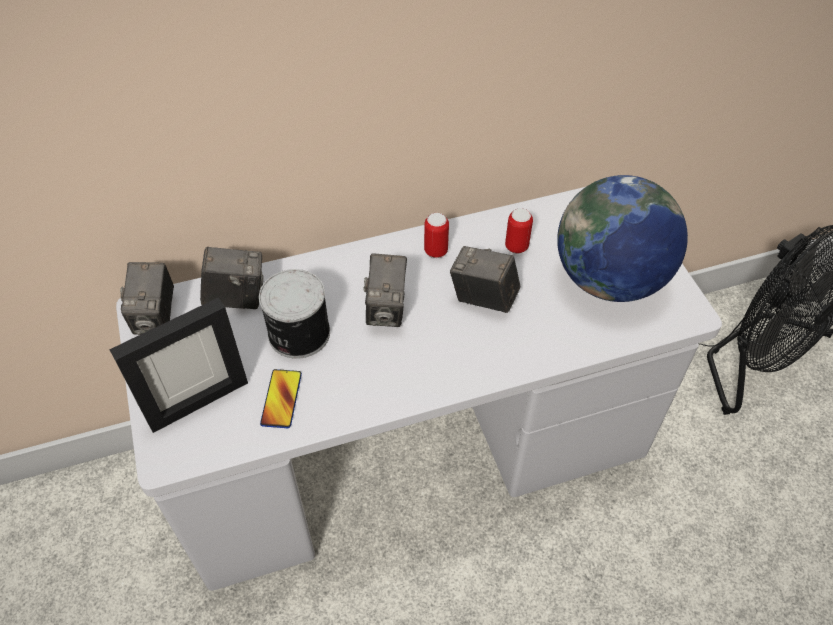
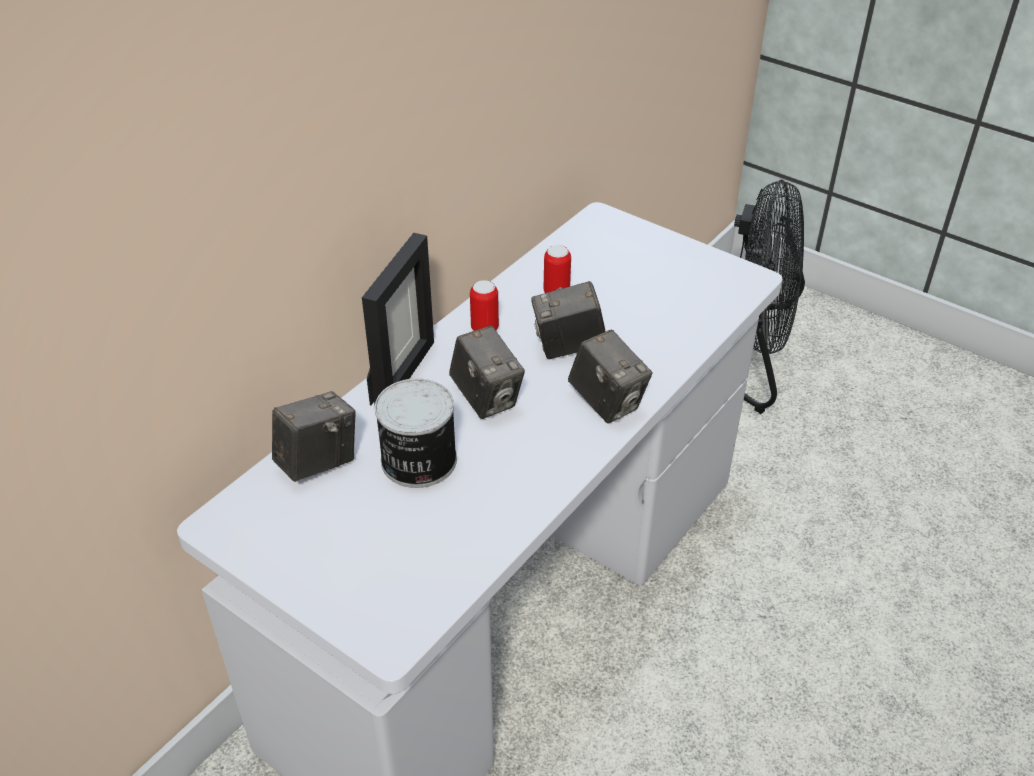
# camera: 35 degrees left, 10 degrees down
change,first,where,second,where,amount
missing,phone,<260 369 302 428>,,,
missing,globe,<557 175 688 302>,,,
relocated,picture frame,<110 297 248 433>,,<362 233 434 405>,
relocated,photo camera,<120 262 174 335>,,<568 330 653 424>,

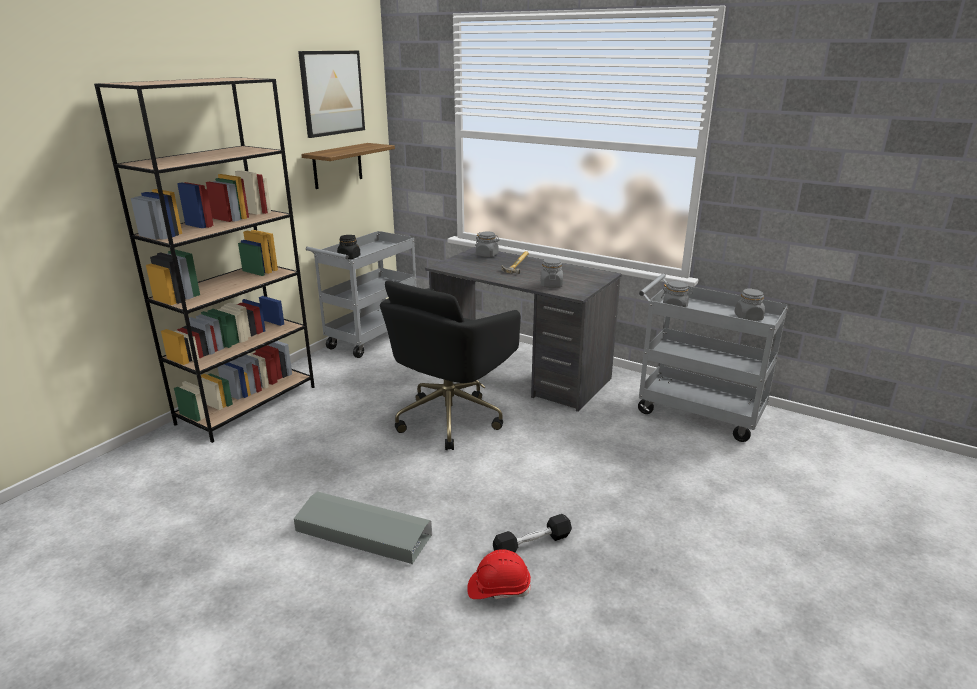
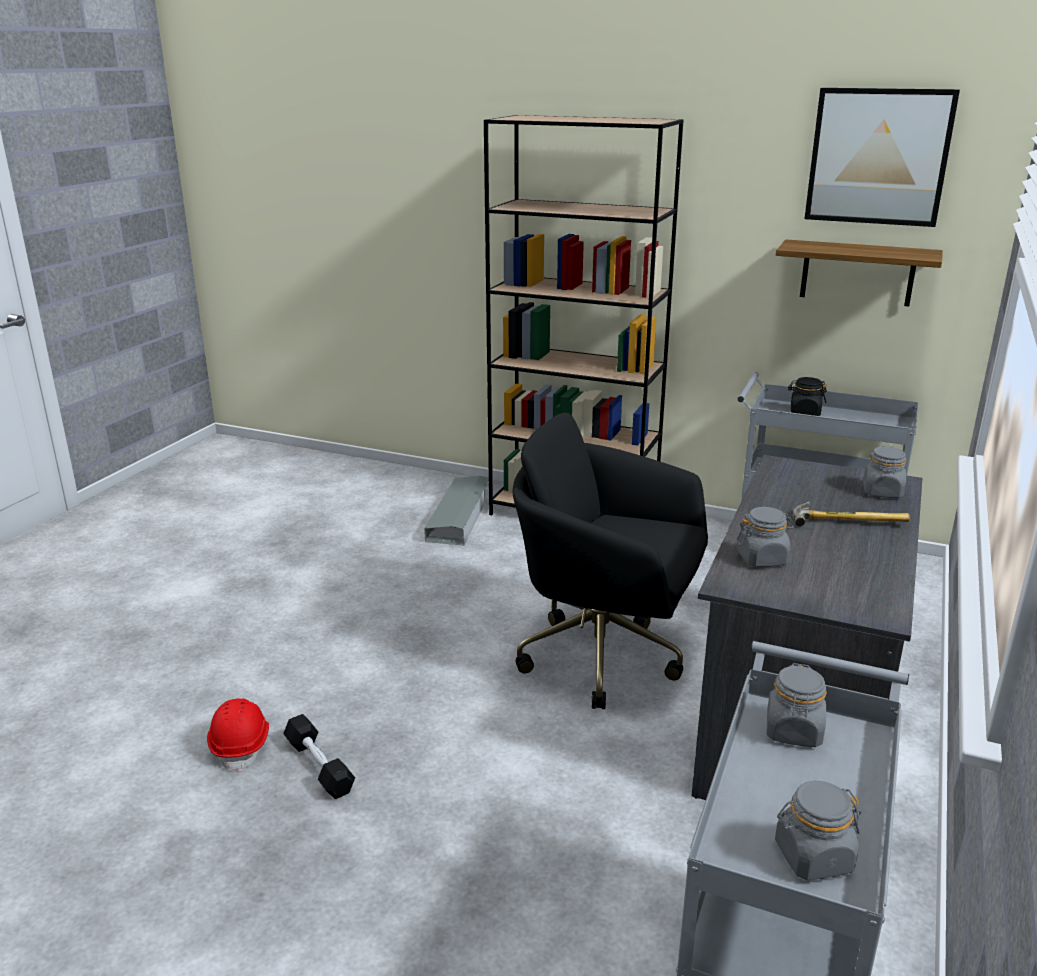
# camera: 80 degrees right, 0 degrees up
change,first,where,second,where,amount
relocated,grey storage box,<294 491 432 564>,,<424 476 489 545>,

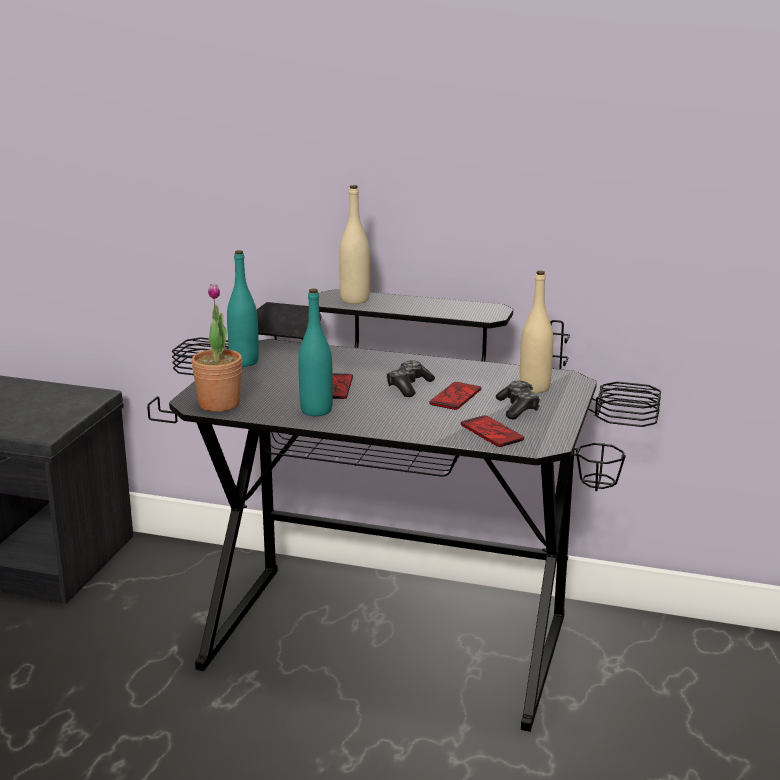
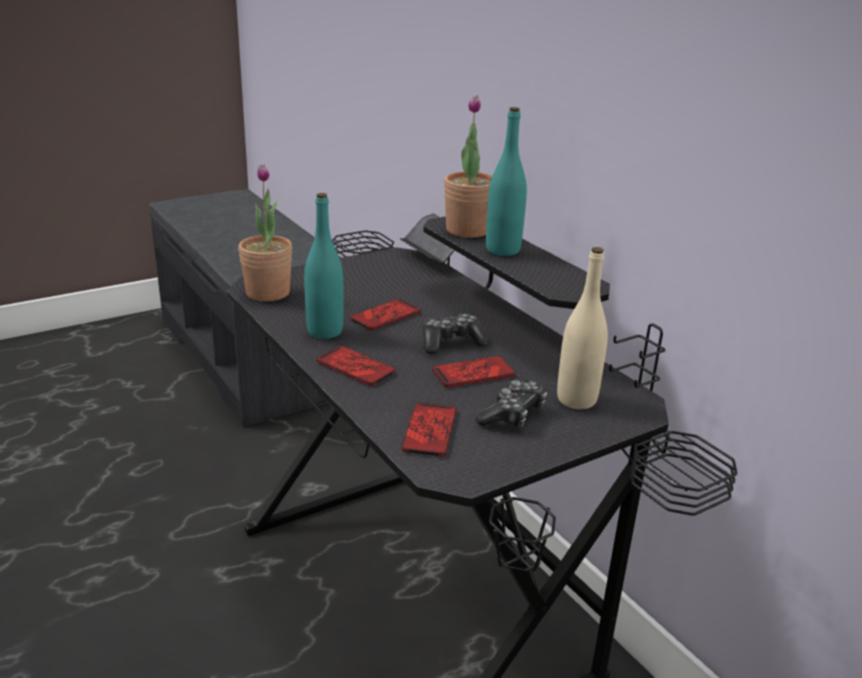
# camera: 40 degrees right, 5 degrees up
change,first,where,second,where,amount
appeared,,,phone,<316 346 396 386>,
relocated,turquoise bottle,<227 250 259 367>,,<486 107 527 256>,
exchanged,beige bottle,<339 185 370 304>,potted plant,<444 95 492 238>,

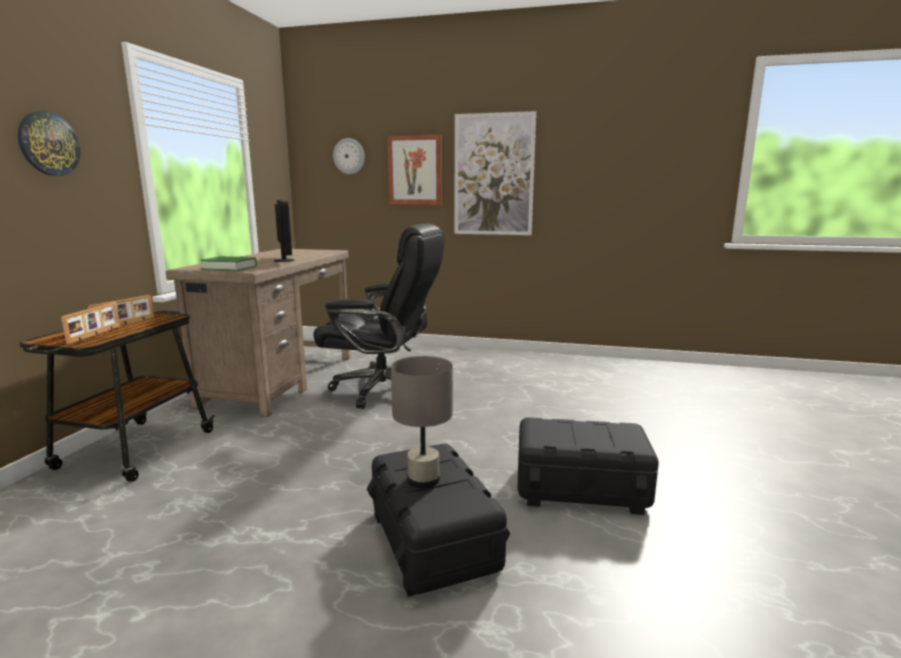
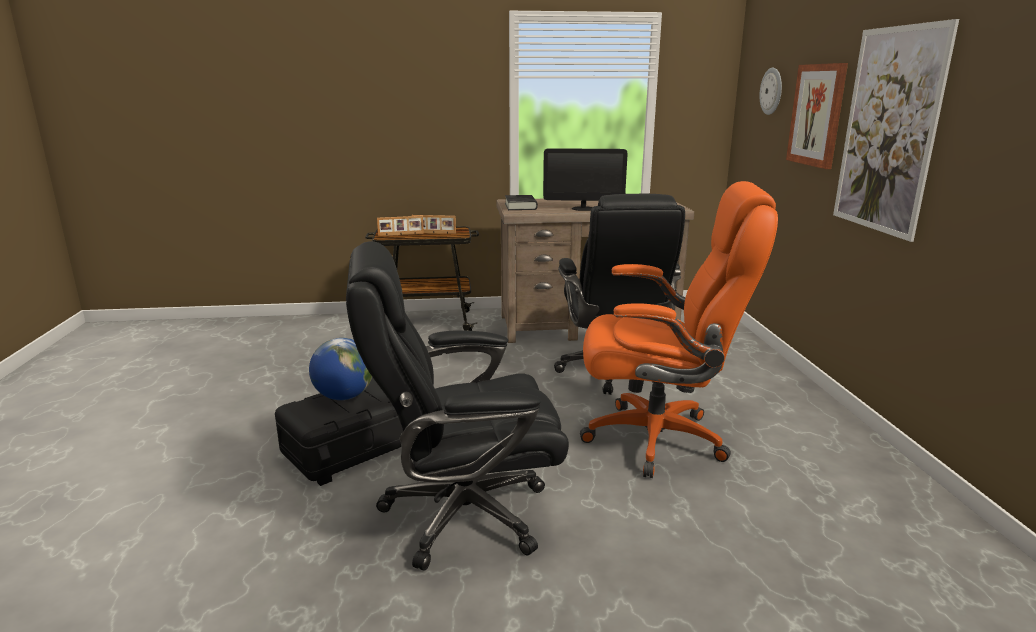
# camera: 70 degrees right, 5 degrees up
change,first,where,second,where,amount
missing,wall clock,<18 111 80 176>,,,
appeared,,,orange office chair,<580 181 778 478>,
exchanged,grey table lamp,<391 356 453 488>,globe,<309 338 372 400>,
exchanged,black storage box,<518 417 659 515>,black office chair,<346 241 569 571>,
colour,green book,<200 256 257 271>,black book,<505 195 538 210>,
spun,monitor,<274 200 295 262>,,<543 148 628 211>,45 degrees clockwise

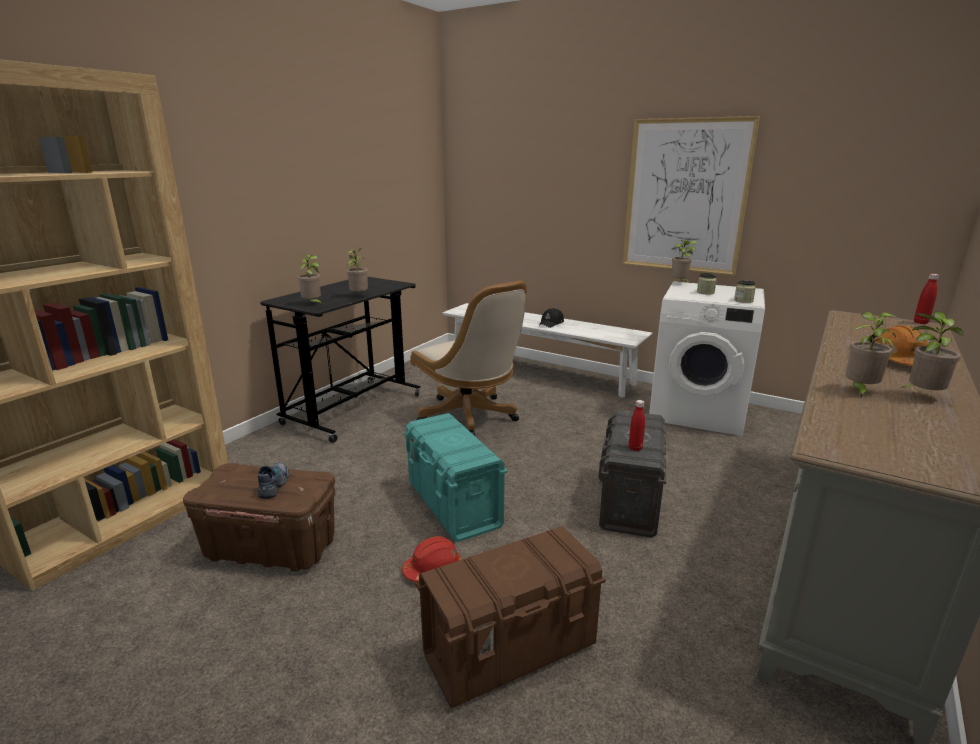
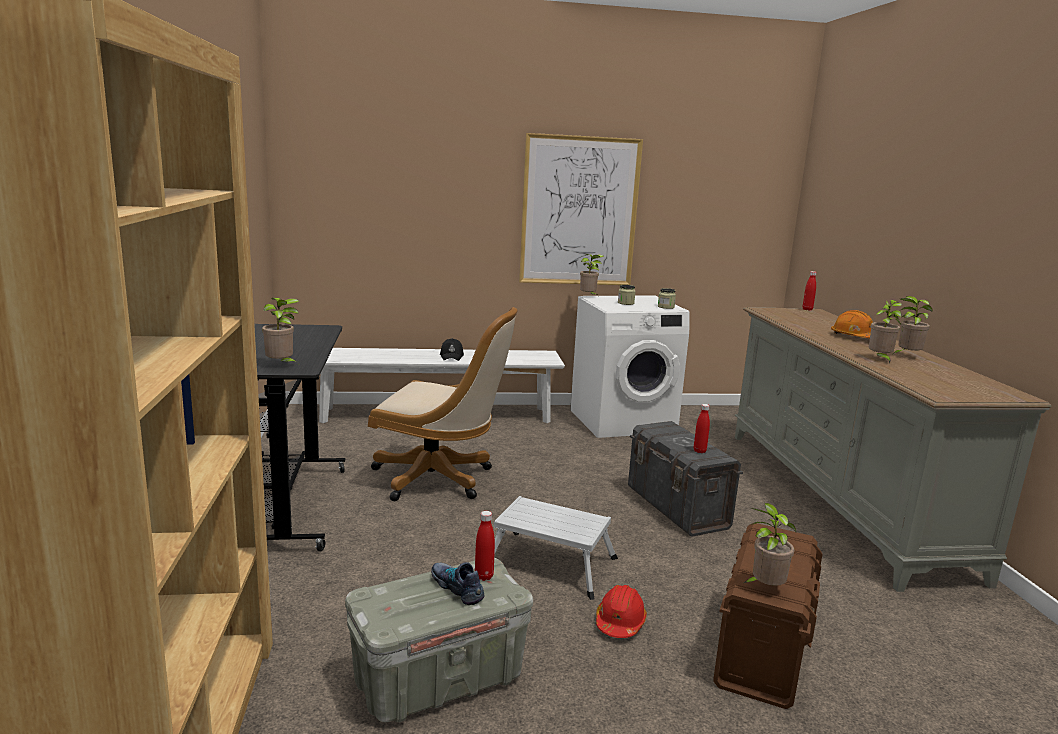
# camera: 40 degrees left, 5 degrees down
change,first,where,second,where,amount
appeared,,,red bottle,<475 511 495 581>,
relocated,potted plant,<346 248 368 293>,,<744 503 796 586>,
exchanged,turquoise storage box,<404 413 508 542>,white step ladder,<494 496 618 600>,
colour,brown storage box,<183 463 335 572>,grey storage box,<345 558 533 722>,

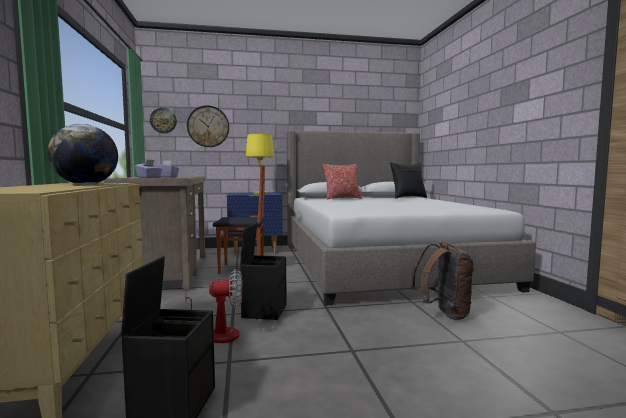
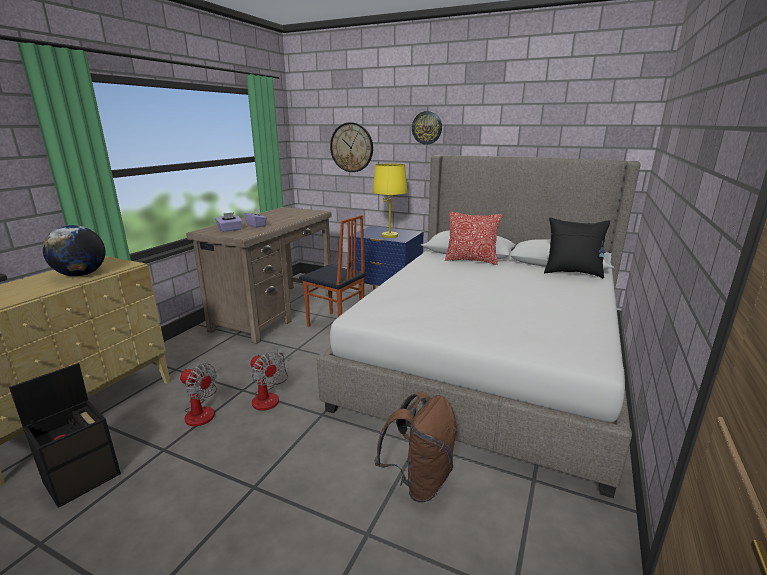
# camera: 35 degrees right, 15 degrees up
change,first,where,second,where,amount
relocated,wall clock,<150 108 177 134>,,<412 111 442 145>,
exchanged,black storage box,<240 223 287 320>,fan,<250 347 288 411>,

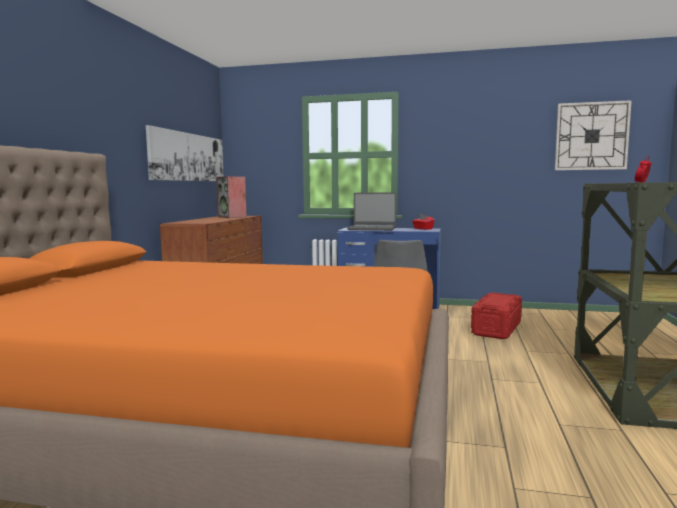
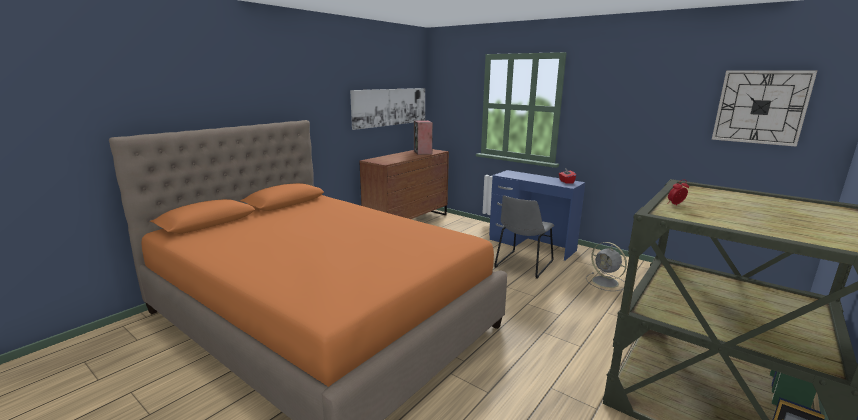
# camera: 25 degrees right, 10 degrees up
change,first,where,second,where,amount
missing,laptop,<348 192 397 231>,,,
exchanged,red storage box,<471 293 522 339>,grey fan,<586 242 627 291>,

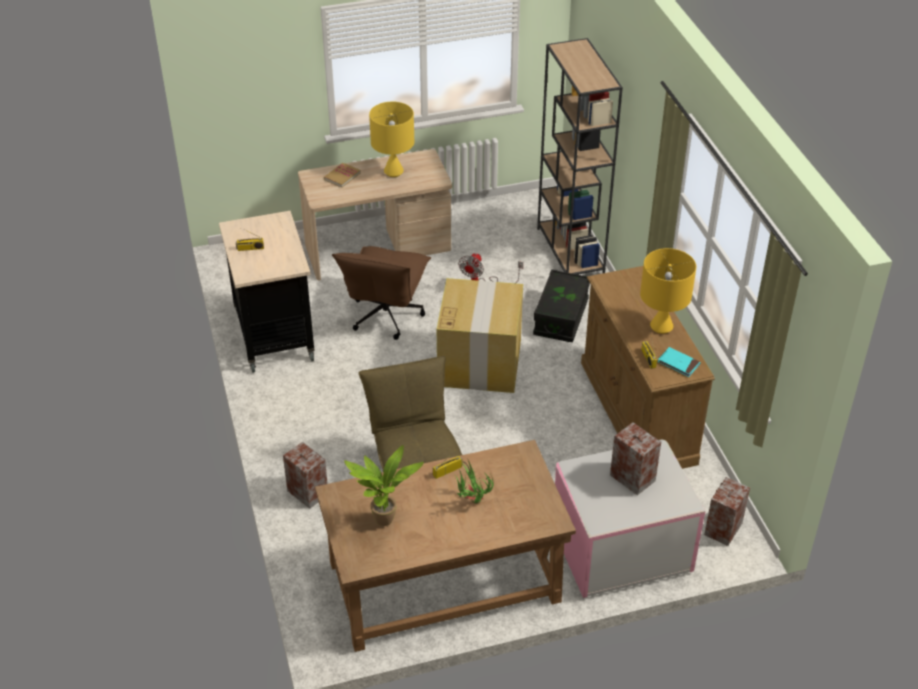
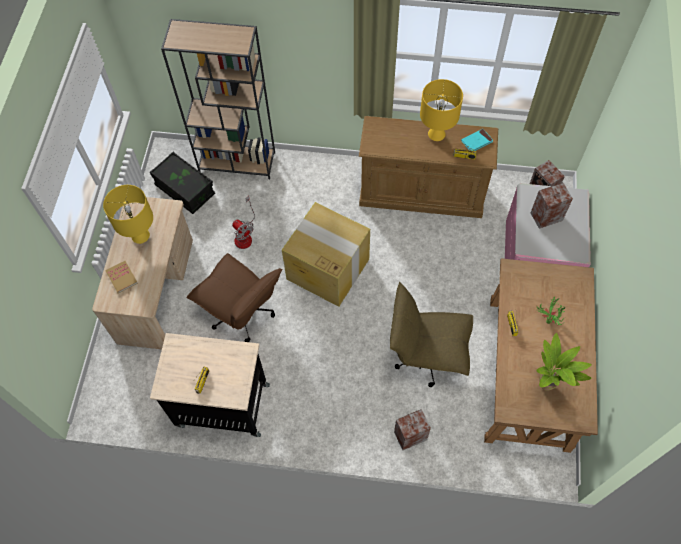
# camera: 65 degrees left, 20 degrees up
change,first,where,second,where,amount
relocated,black storage box,<533 269 590 342>,,<150 152 215 214>,

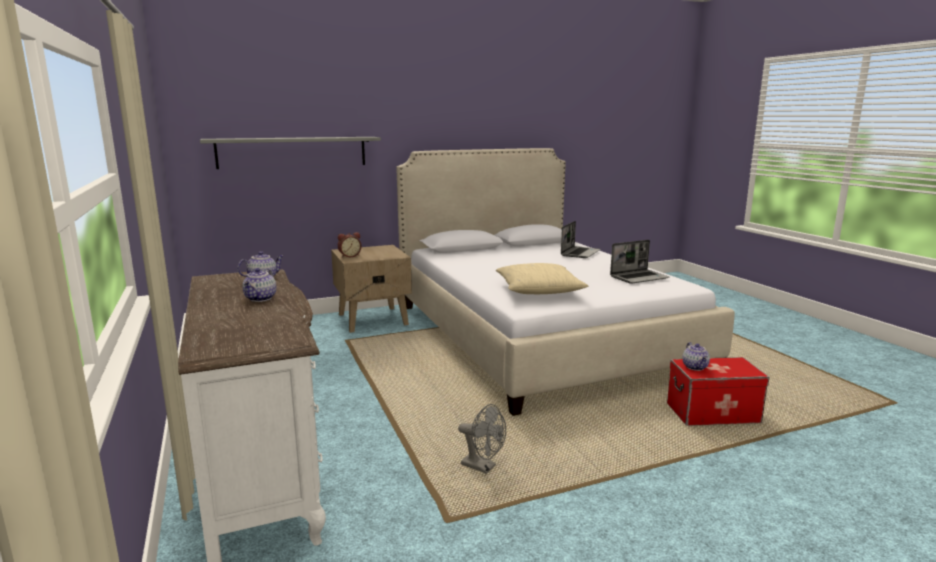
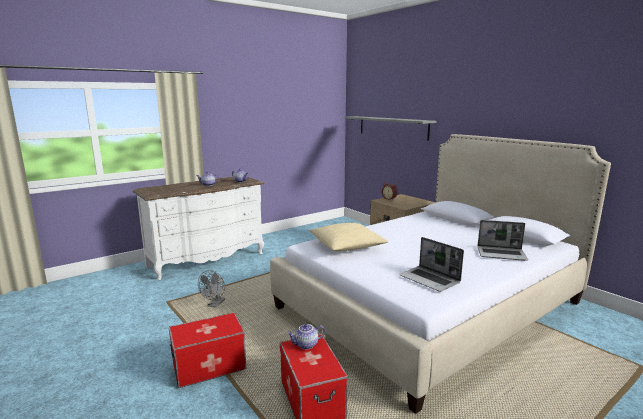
# camera: 75 degrees right, 0 degrees up
change,first,where,second,where,amount
appeared,,,storage box,<169 312 246 388>,

